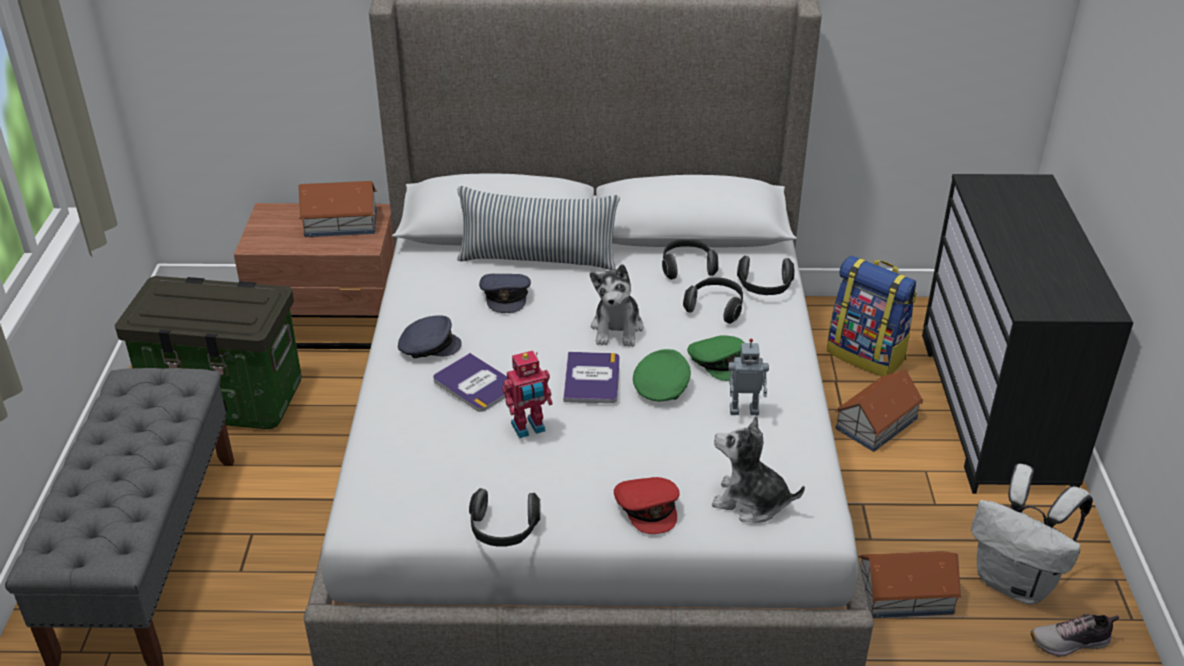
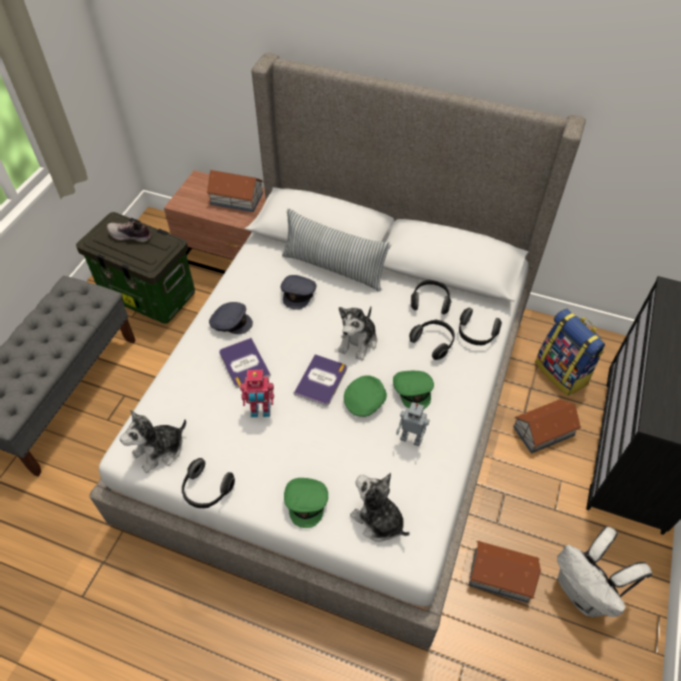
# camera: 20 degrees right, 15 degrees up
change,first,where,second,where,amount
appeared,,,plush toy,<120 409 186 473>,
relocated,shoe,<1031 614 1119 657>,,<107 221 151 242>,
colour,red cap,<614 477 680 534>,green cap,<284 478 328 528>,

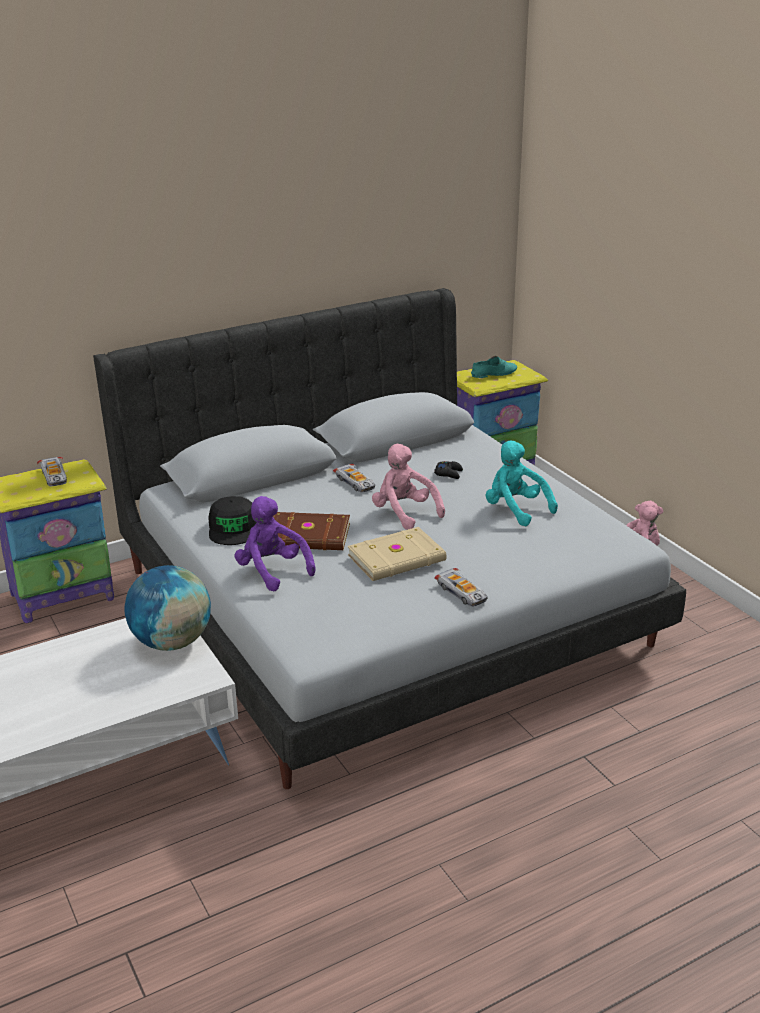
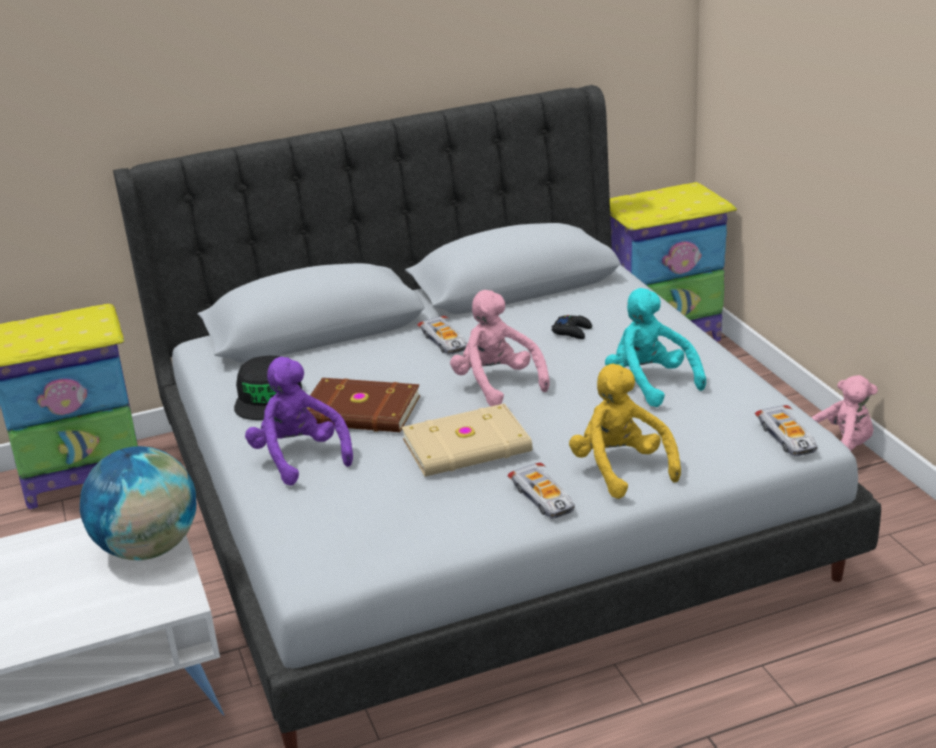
# camera: 10 degrees right, 0 degrees up
change,first,where,second,where,amount
missing,turquoise shoe,<471 356 517 378>,,,
appeared,,,yellow plush toy,<569 364 681 499>,
relocated,toy car,<37 457 67 487>,,<755 405 818 456>,

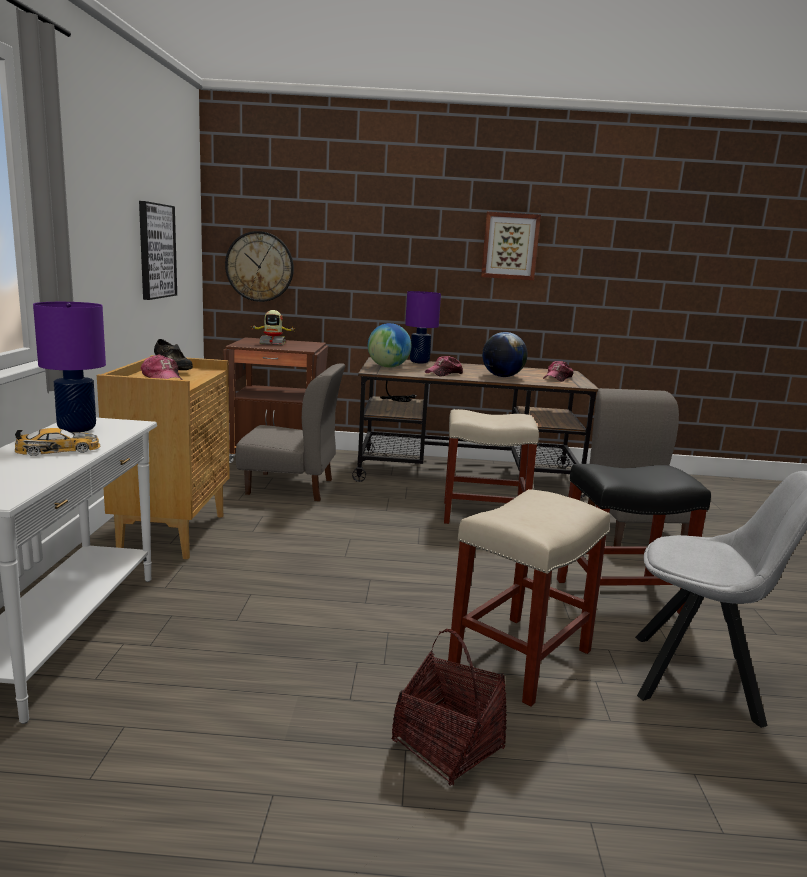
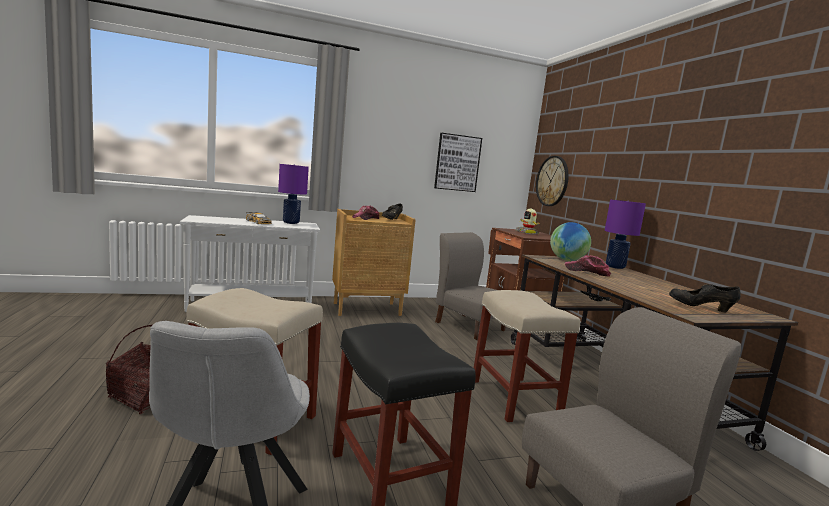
# camera: 70 degrees right, 5 degrees down
change,first,where,second,where,amount
missing,picture,<481 212 541 280>,,,
missing,globe,<482 332 528 377>,,,
exchanged,cap,<543 361 573 382>,black shoe,<669 284 741 313>,
spun,grey chair,<236 363 345 501>,,<435 232 506 340>,150 degrees clockwise

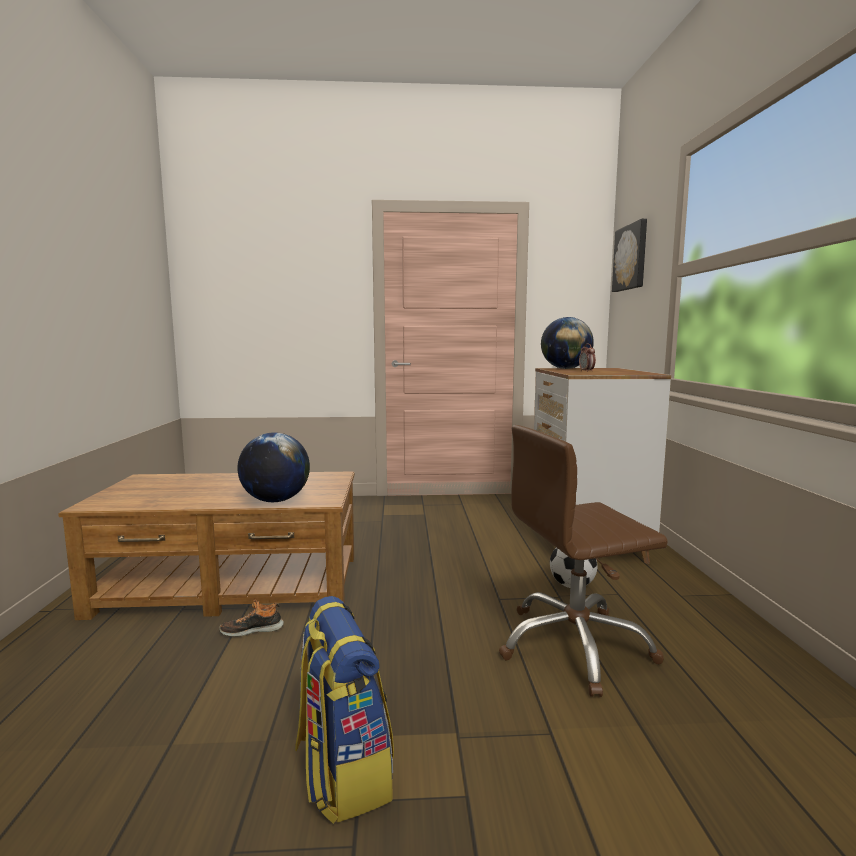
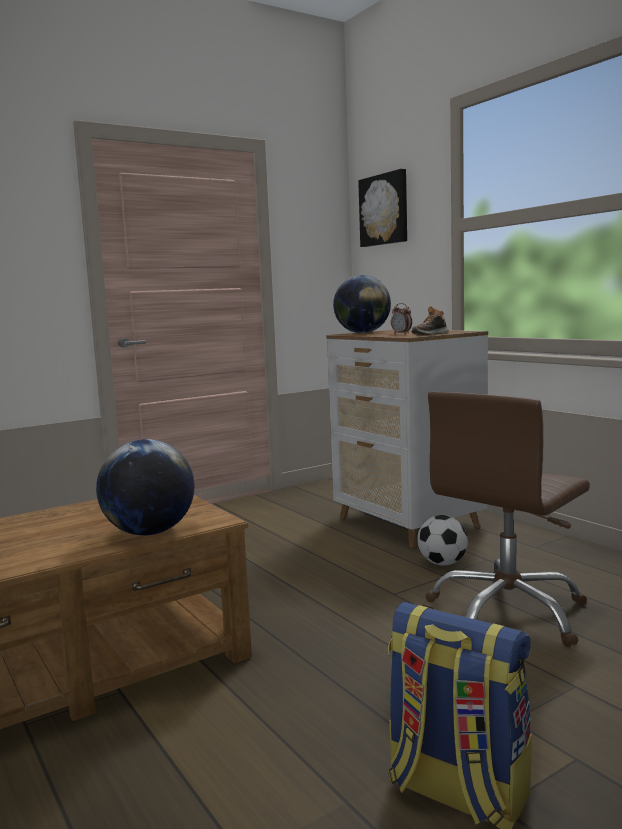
# camera: 30 degrees left, 0 degrees up
change,first,where,second,where,amount
relocated,shoe,<219 599 284 637>,,<412 306 449 335>,

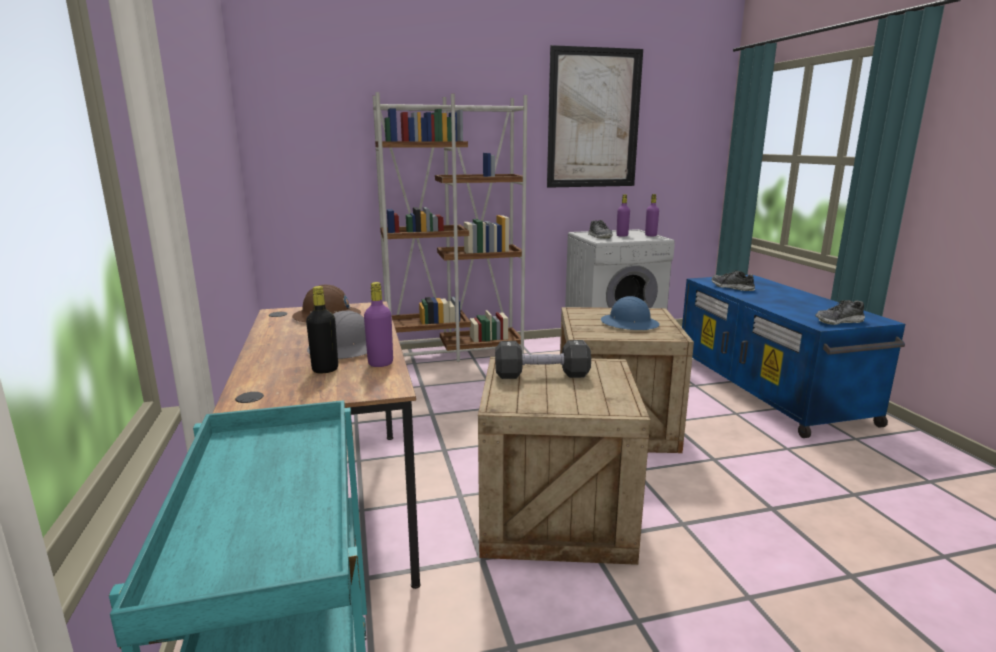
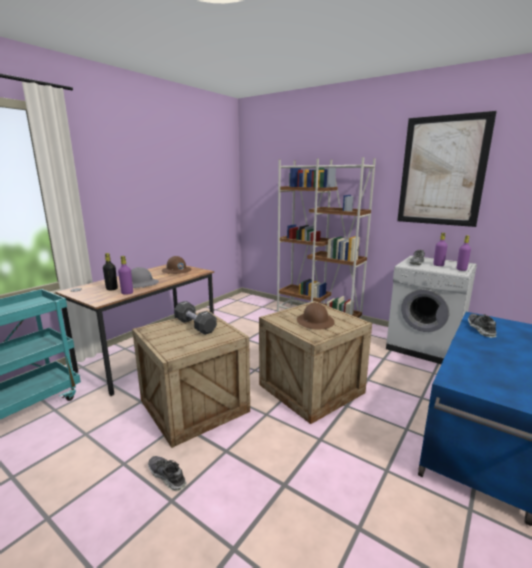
# camera: 50 degrees right, 0 degrees up
change,first,where,second,where,amount
relocated,shoe,<816 300 865 325>,,<148 456 187 491>,
colour,blue hard hat,<601 296 660 330>,brown hard hat,<297 303 335 329>,

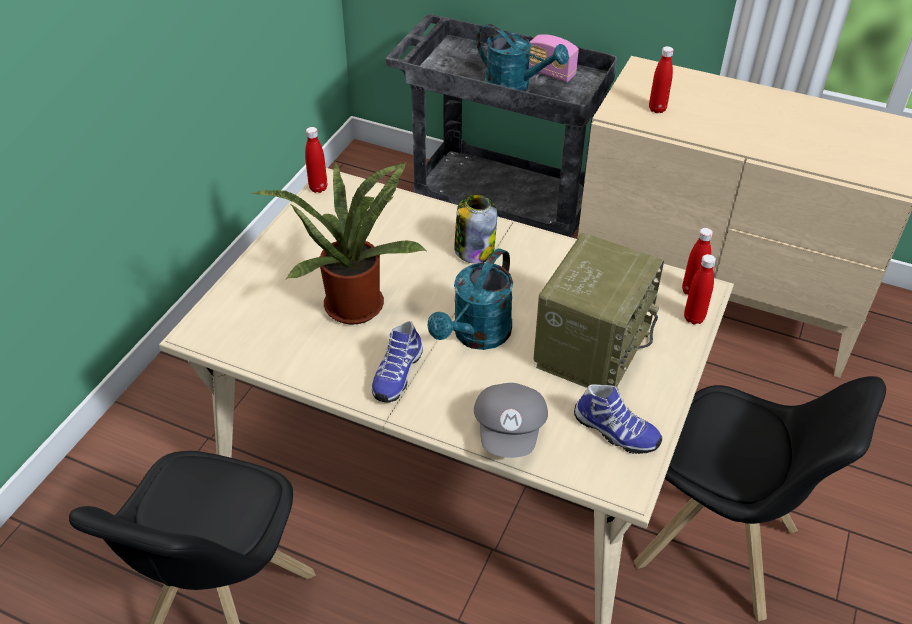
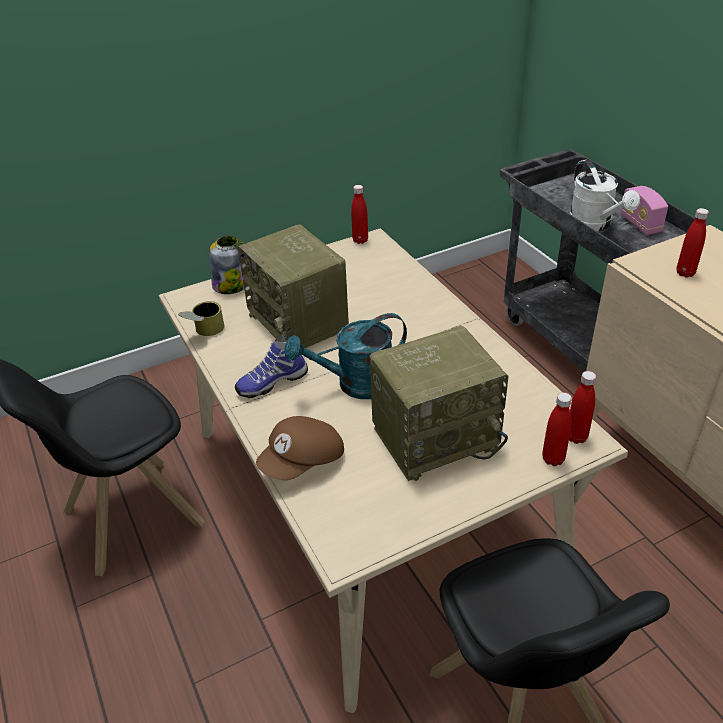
# camera: 40 degrees right, 5 degrees down
change,first,where,second,where,amount
missing,shoe,<574 384 662 454>,,,
appeared,,,can,<178 301 225 336>,
relocated,jar,<454 194 497 264>,,<209 236 246 294>,
exchanged,potted plant,<251 161 428 325>,radio,<238 224 349 348>,
colour,grey cap,<474 383 548 458>,brown cap,<256 416 344 480>,
colour,turquoise watering can,<476 24 569 92>,white watering can,<570 159 640 231>,

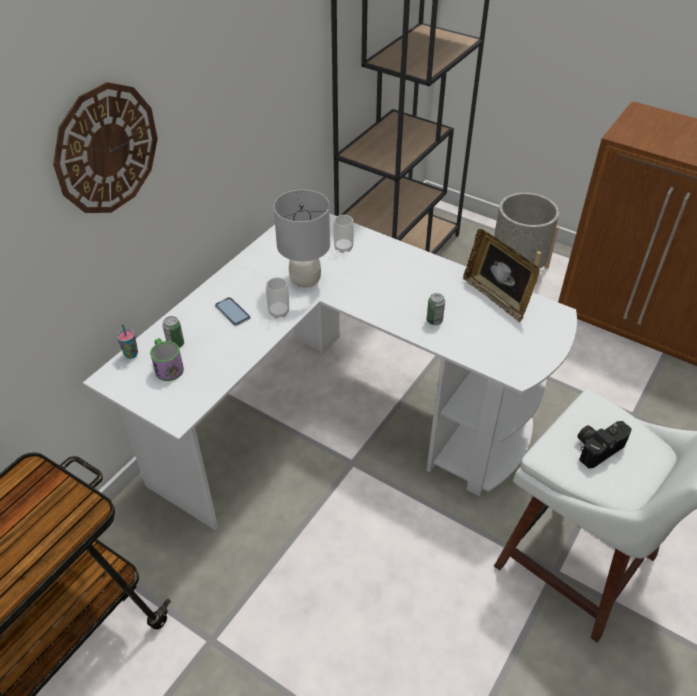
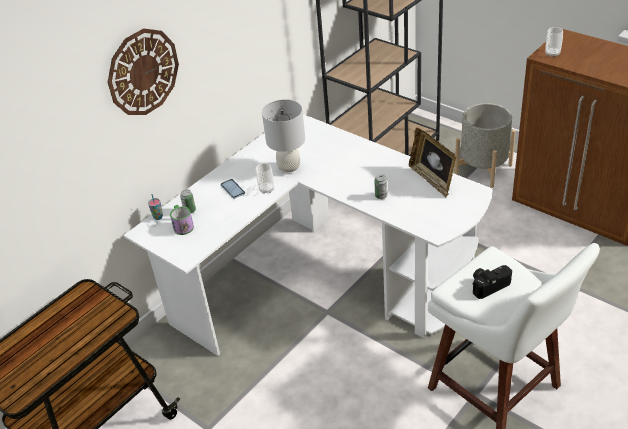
# camera: 10 degrees right, 5 degrees down
change,first,where,second,where,amount
relocated,cup,<333 215 354 253>,,<545 27 563 57>,

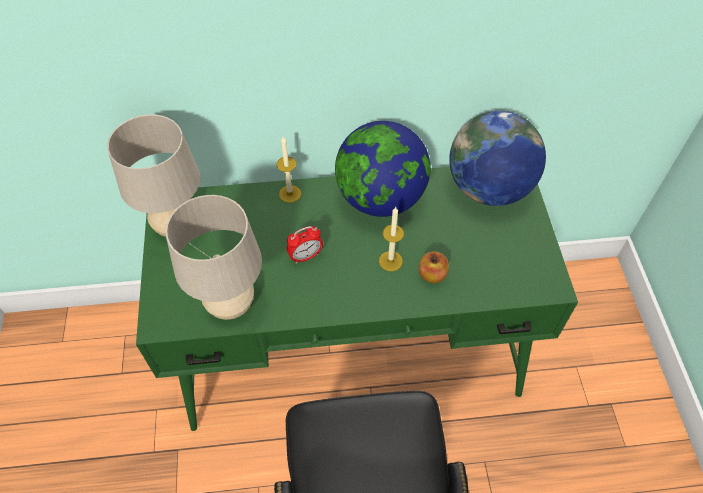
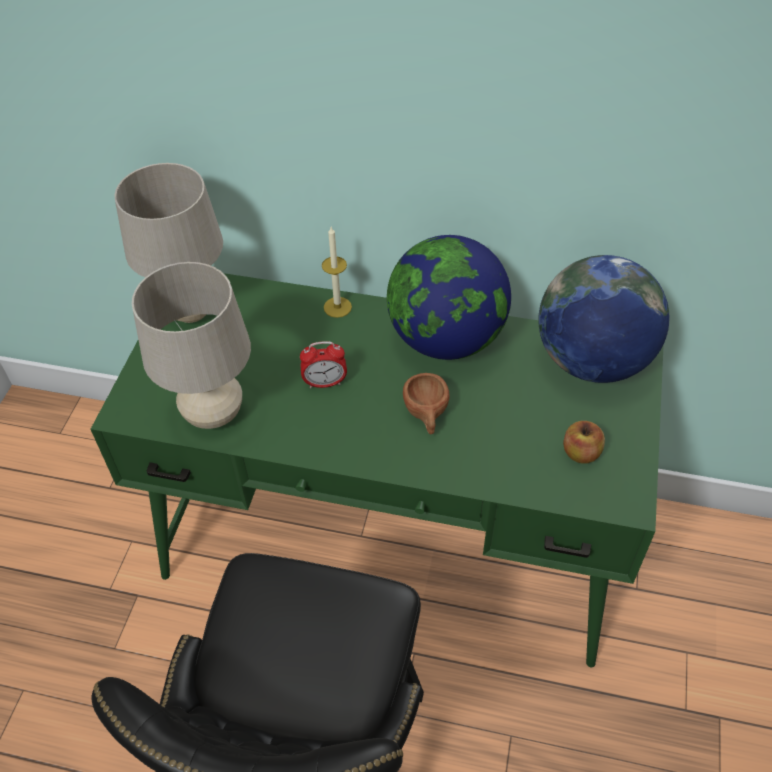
# camera: 20 degrees right, 5 degrees down
change,first,where,second,where,amount
relocated,apple,<419 252 449 283>,,<563 421 605 464>,
exchanged,candle,<379 207 404 271>,brown cup,<403 373 449 435>,

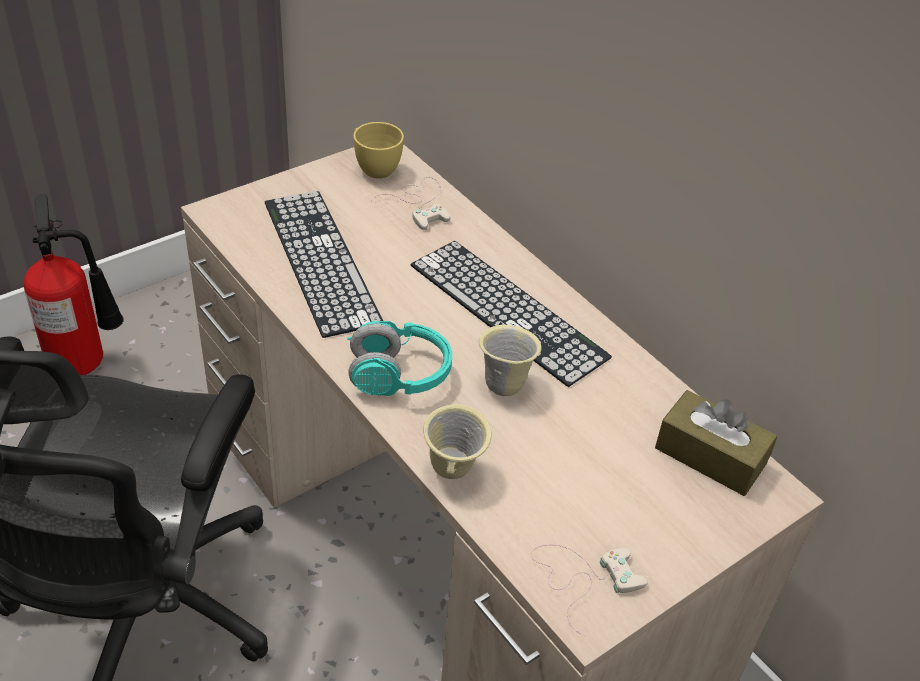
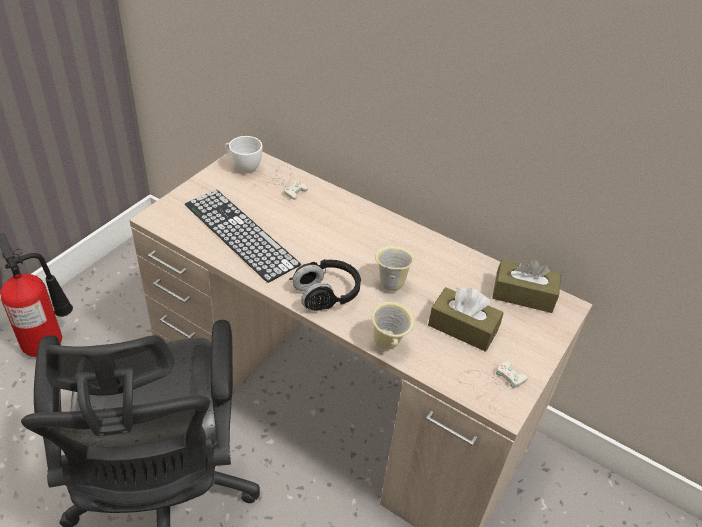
# camera: 20 degrees left, 0 degrees up
change,first,where,second,where,amount
missing,keyboard,<411 241 612 387>,,,
appeared,,,brown tissue box,<428 287 504 352>,
colour,turquoise headphones,<348 321 452 396>,black headphones,<289 259 361 311>,
colour,yellow cup,<353 122 404 178>,white cup,<225 136 262 173>,

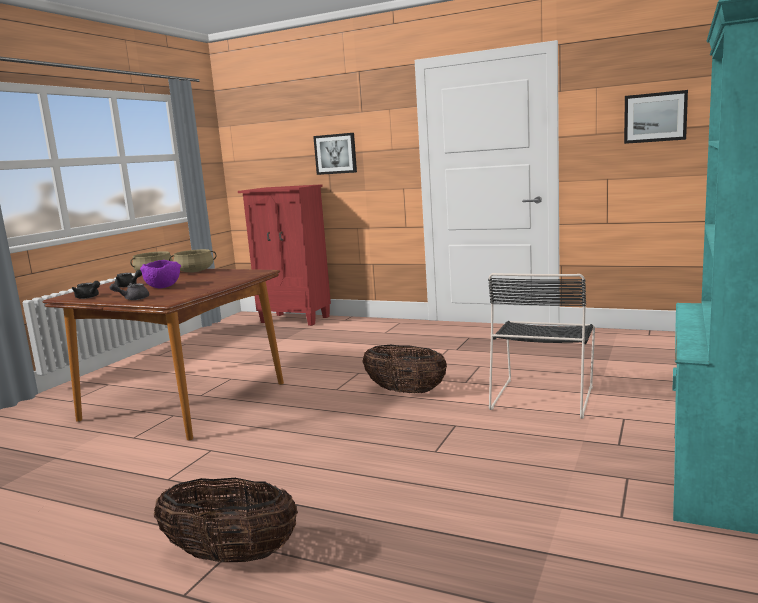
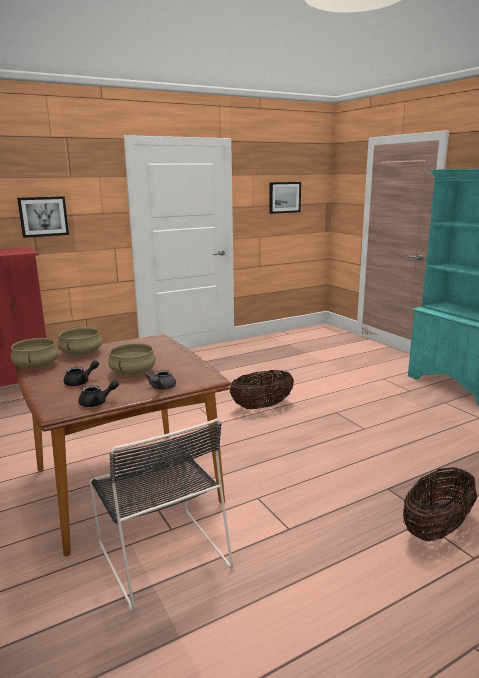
# camera: 55 degrees left, 5 degrees up
change,first,where,second,where,amount
relocated,black chair,<488 273 595 419>,,<89 418 233 612>,
exchanged,purple bowl,<140 260 181 288>,beige cooking pot,<108 343 156 375>,

